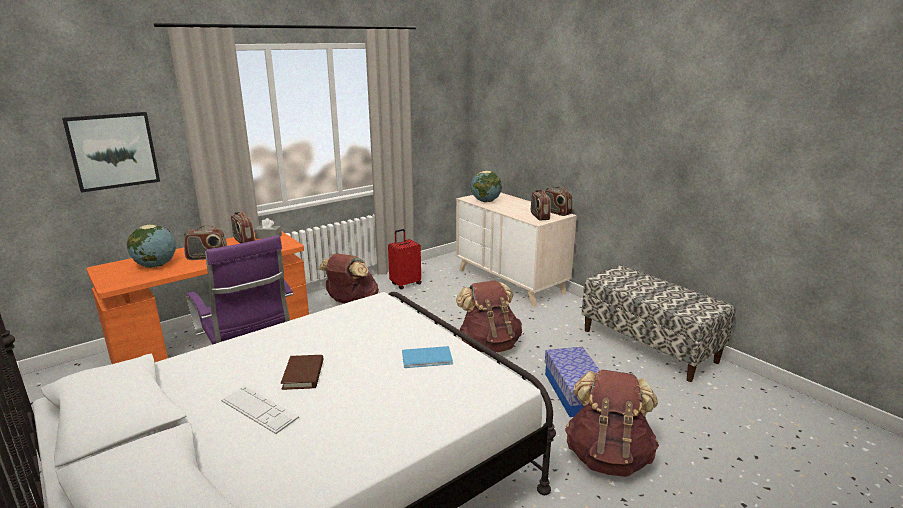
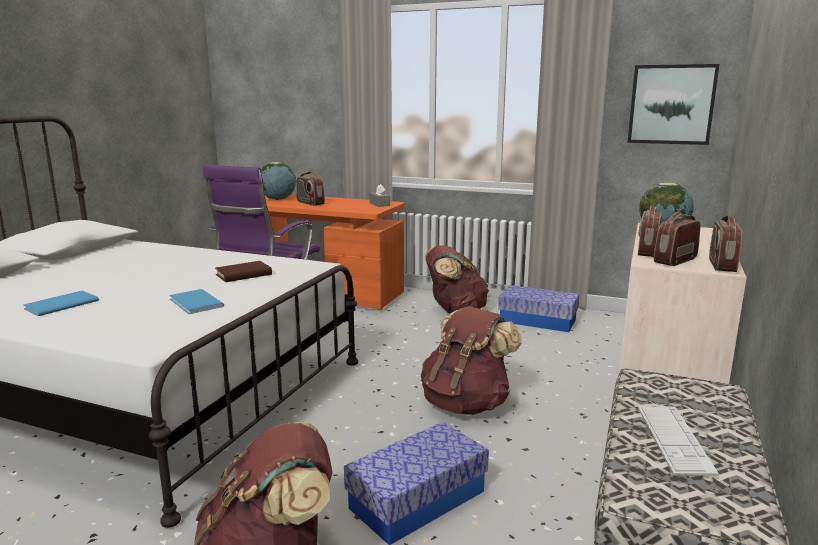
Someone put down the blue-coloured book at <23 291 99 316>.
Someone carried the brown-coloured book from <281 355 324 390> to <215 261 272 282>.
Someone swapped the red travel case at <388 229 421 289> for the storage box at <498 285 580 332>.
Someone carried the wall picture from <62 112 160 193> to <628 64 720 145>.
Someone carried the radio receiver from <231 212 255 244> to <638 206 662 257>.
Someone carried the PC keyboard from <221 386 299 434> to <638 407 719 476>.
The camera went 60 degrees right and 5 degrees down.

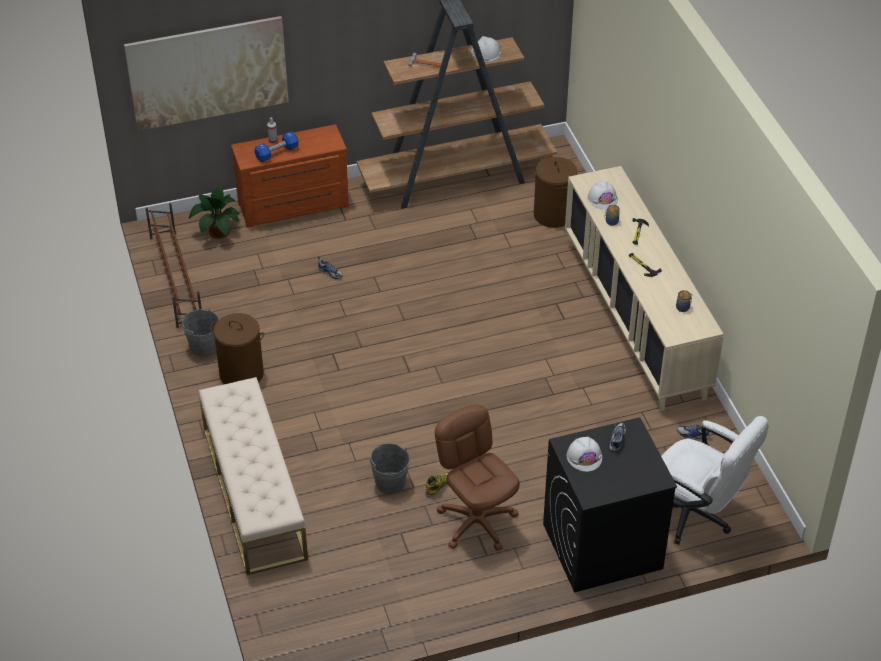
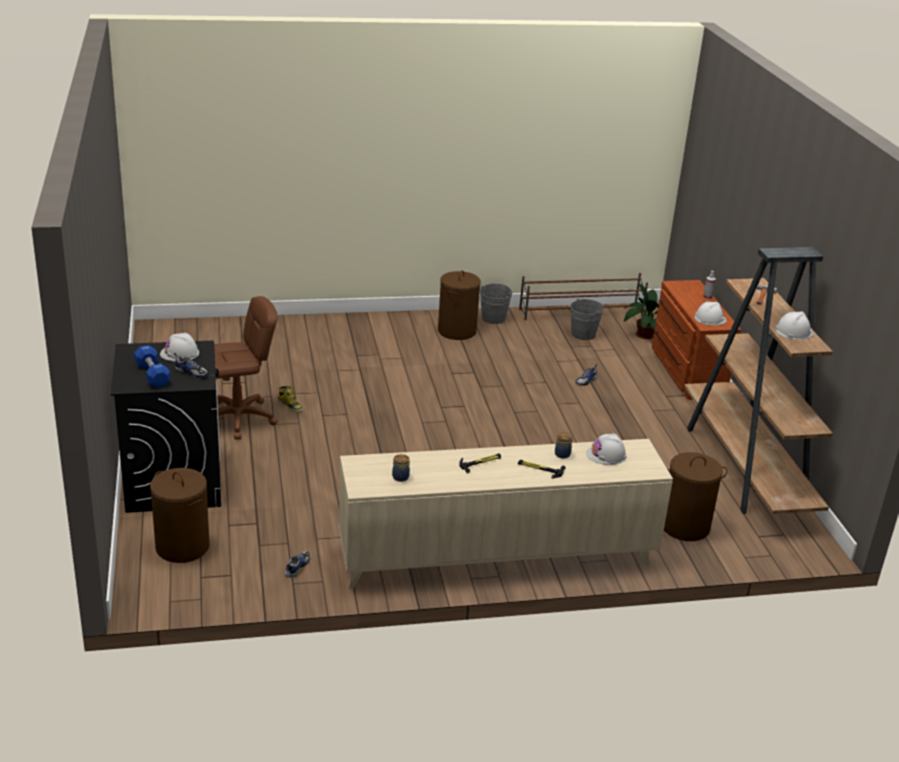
Someone carried the blue-coloured free weight from <255 131 298 162> to <134 345 170 388>.
Someone swapped the white-coloured computer chair at <661 416 769 545> for the brown-coloured washing basket at <150 468 210 563>.
Someone carried the grey water bucket from <369 443 410 494> to <570 299 604 340>.
Someone put down the white-coloured hard hat at <695 302 727 325>.
Someone took away the wall picture at <124 16 289 131>.
Someone took away the beige-coloured long seat at <199 377 308 575>.
The camera went 95 degrees right and 15 degrees down.

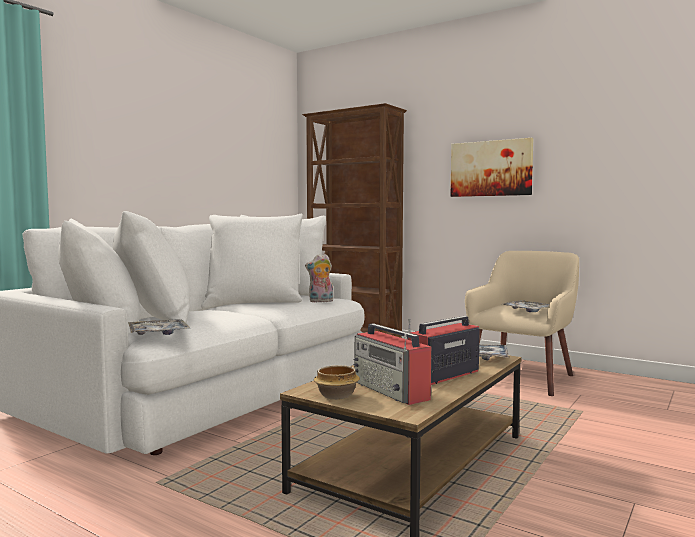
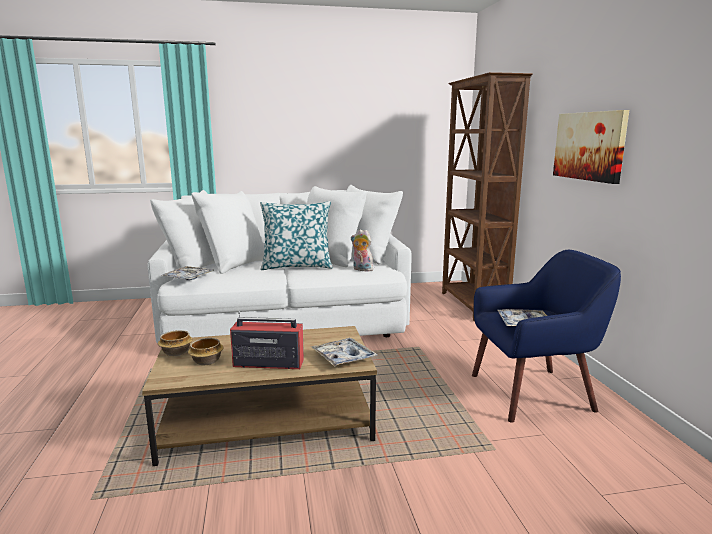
Someone swapped the radio receiver at <353 323 432 405> for the serving bowl at <188 338 224 365>.
Someone put down the throw pillow at <260 201 333 270>.
Someone repainted the beige-coloured lounge chair at <465 251 579 396>, which became the blue-coloured lounge chair at <472 250 621 423>.
The camera went 45 degrees right and 10 degrees up.

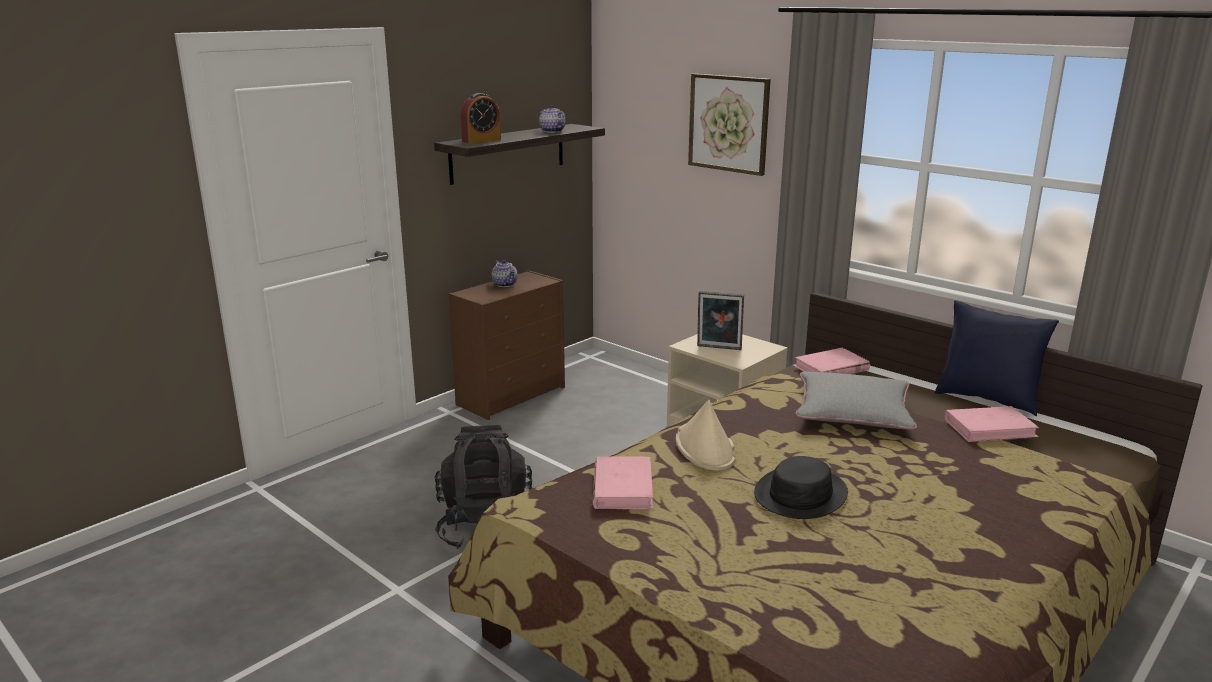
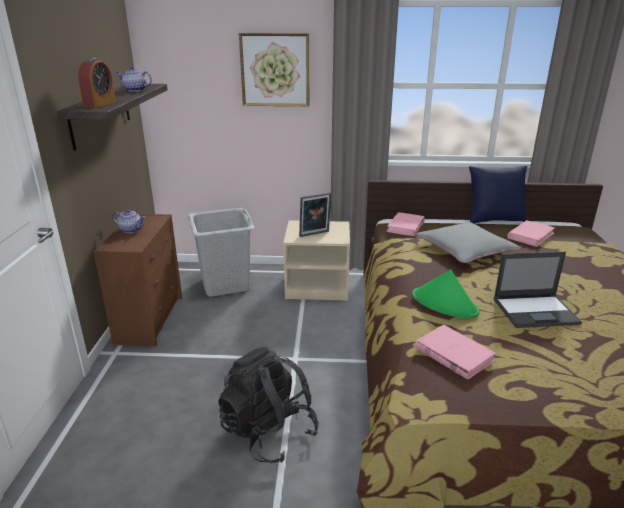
Someone put down the grey washing basket at <188 208 255 297>.
Someone repainted the beige-coloured wearable hat at <676 400 736 471>, which became the green-coloured wearable hat at <412 269 479 318>.
Someone swapped the black wearable hat at <754 456 848 519> for the laptop at <493 252 582 328>.
The camera went 40 degrees left and 5 degrees up.

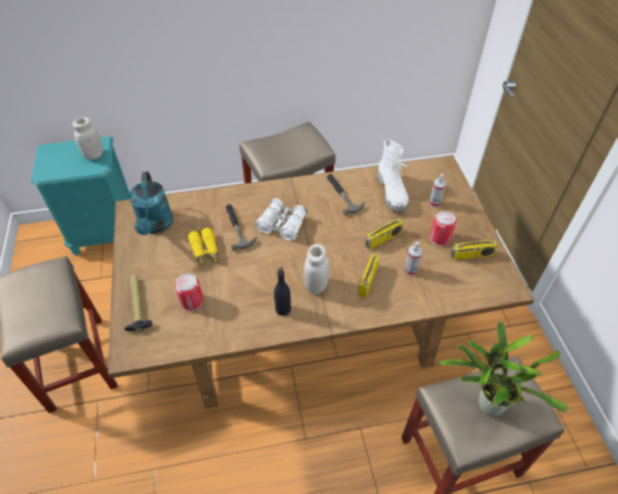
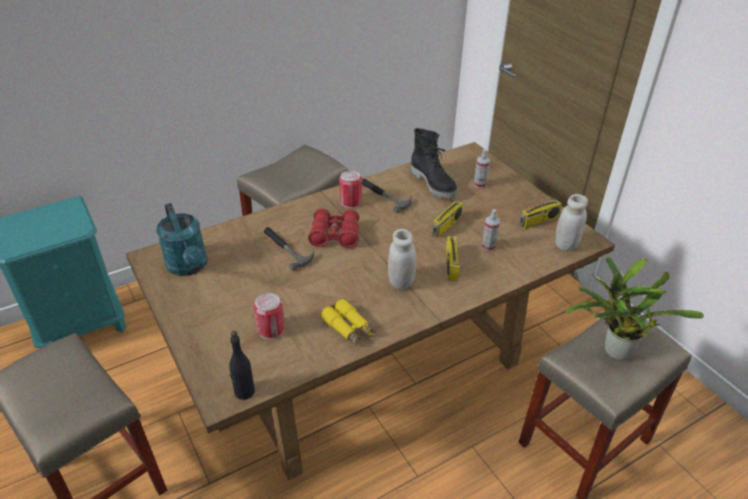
Someone carried the black bottle from <274 267 291 316> to <229 331 255 400>.
Someone repainted the white-coloured binoculars at <255 198 308 241>, which became the red binoculars at <308 209 359 248>.
Someone carried the yellow-coloured binoculars from <187 227 220 267> to <320 298 376 346>.
Someone carried the can from <430 211 456 246> to <339 170 362 208>.
Someone repainted the white-coloured boot at <378 139 409 212>, which became the black boot at <411 128 457 199>.
Someone carried the white-coloured jar from <72 117 103 160> to <556 194 588 251>.
Someone took away the hammer at <124 274 152 332>.
The camera went 20 degrees left and 10 degrees down.

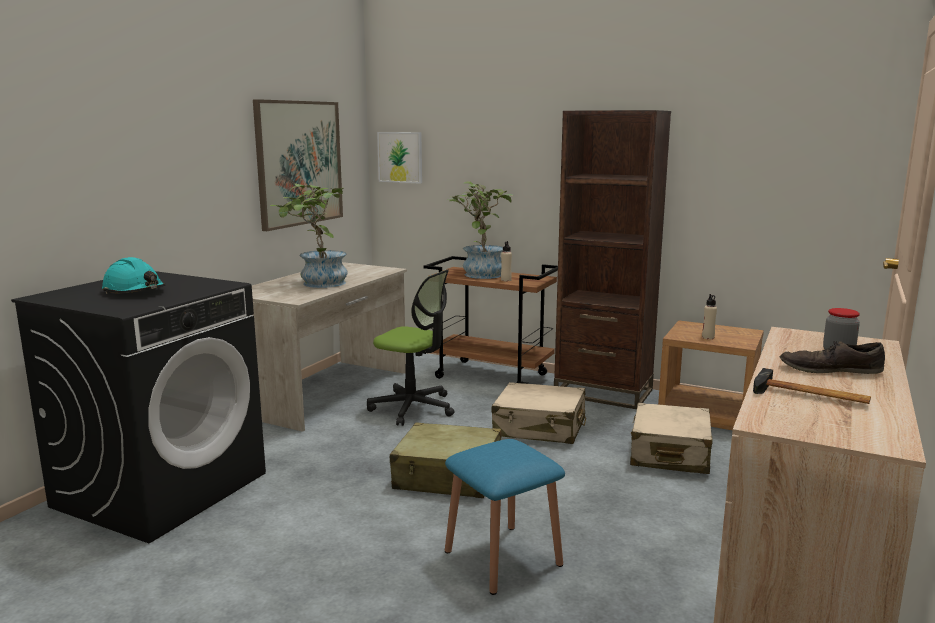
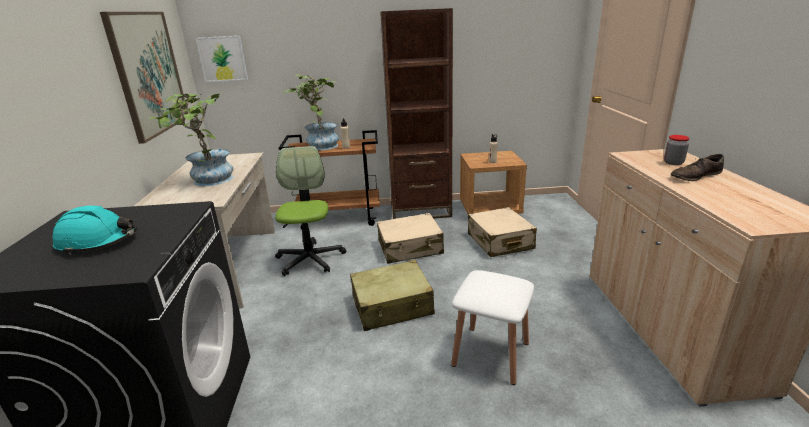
Someone rotated the computer chair at <367 269 454 426> by 90 degrees counterclockwise.
Someone repainted the blue-coloured stool seat at <445 439 565 595>, which became the white-coloured stool seat at <451 270 534 385>.
Someone took away the hammer at <753 368 871 404>.
The camera went 30 degrees left and 10 degrees up.

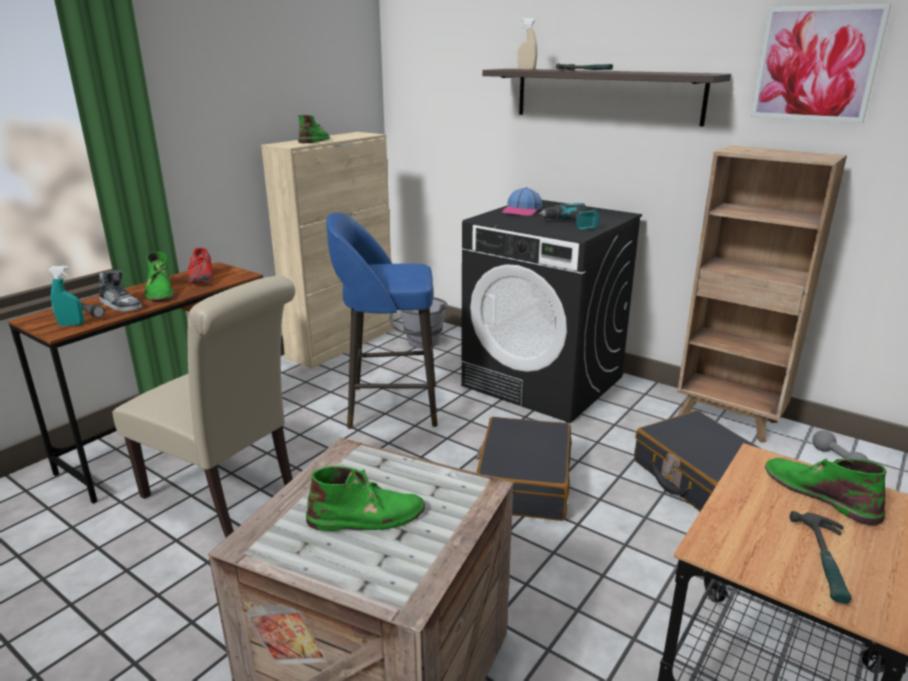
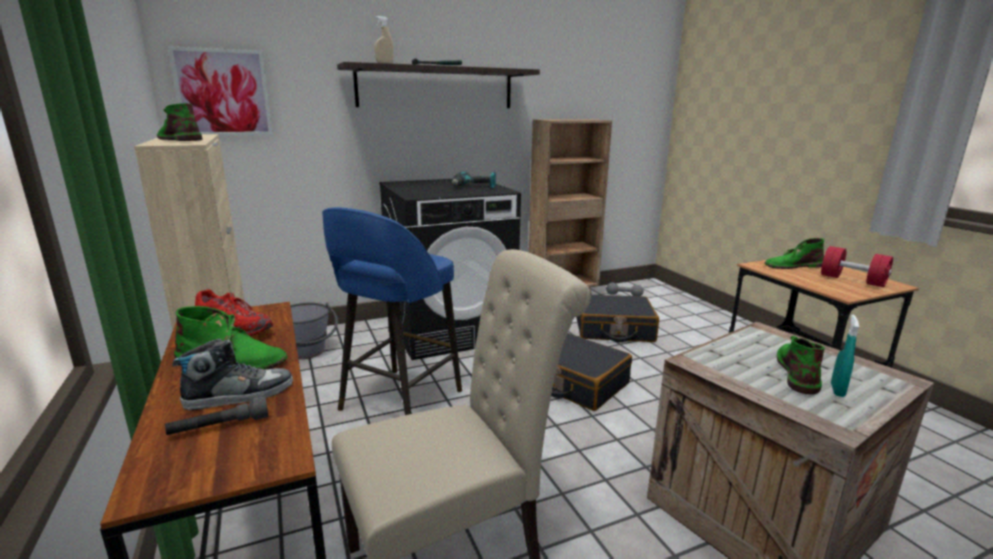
Someone carried the wall picture from <751 4 891 123> to <167 46 273 136>.
Someone swapped the hammer at <790 511 852 604> for the red free weight at <821 246 893 287>.
Someone carried the turquoise hand sprayer from <48 265 84 326> to <831 315 859 397>.
Someone took away the peaked cap at <502 187 542 216>.
The camera went 60 degrees left and 5 degrees down.

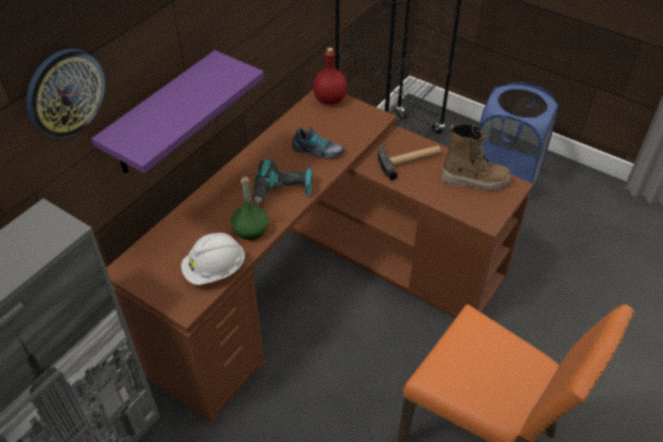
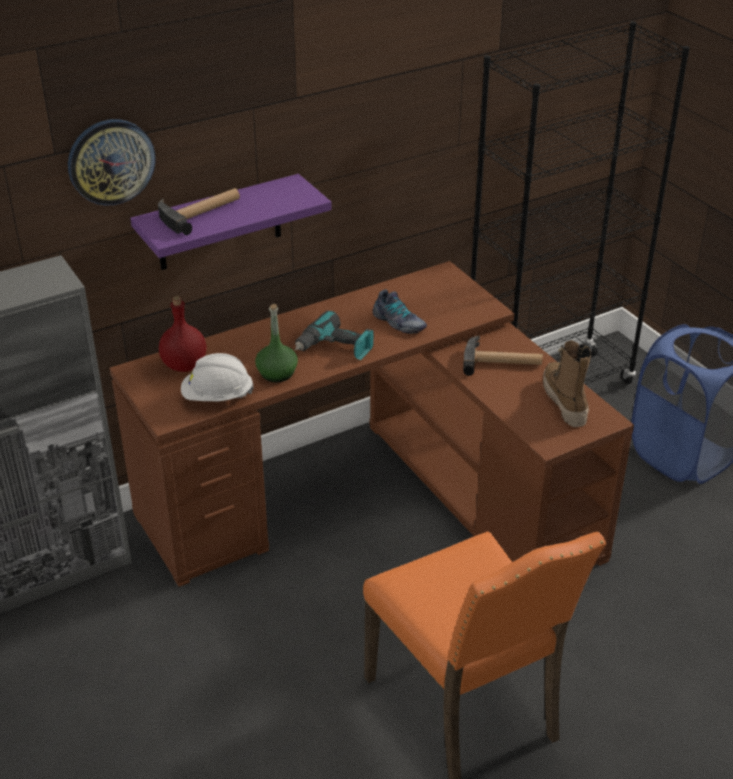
Someone put down the hammer at <158 188 240 235>.
Someone carried the red bottle from <313 47 347 105> to <159 296 206 372>.
Someone rotated the boot at <442 124 511 191> by 135 degrees counterclockwise.
The camera went 25 degrees right and 10 degrees down.

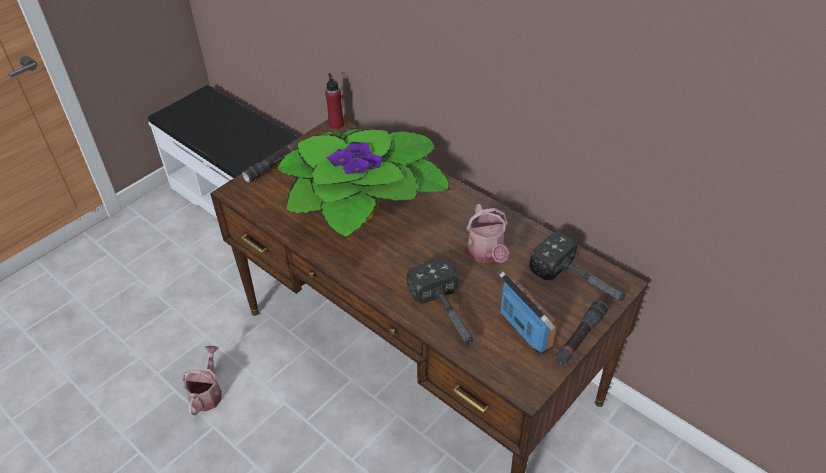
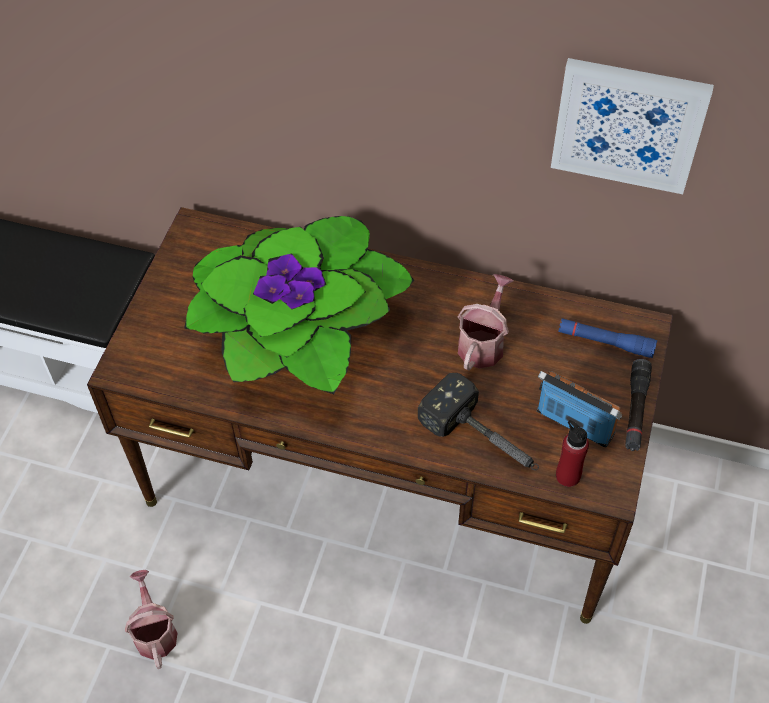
Someone rotated the sprinkling can at <466 204 509 263> by 120 degrees counterclockwise.
Someone put up the wall picture at <551 58 714 194>.
Someone carried the red bottle from <325 73 344 129> to <556 420 589 487>.
Someone swapped the hammer at <529 232 630 302> for the blue-coloured torch at <558 318 657 358>.
Someone took away the black torch at <242 141 298 183>.
The camera went 25 degrees left and 10 degrees up.

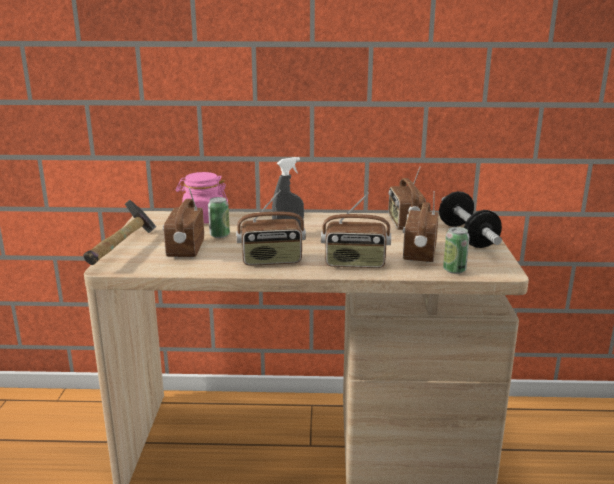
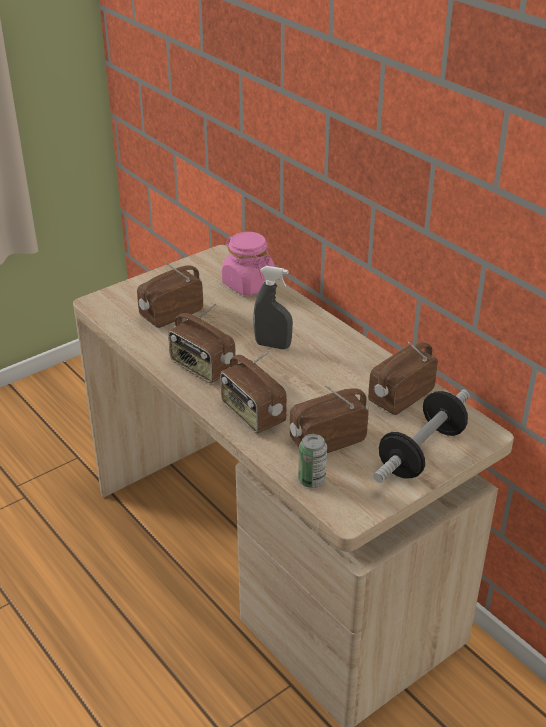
Someone took away the hammer at <83 200 156 265>.
Someone took away the can at <208 197 230 238>.
The camera went 50 degrees right and 15 degrees up.

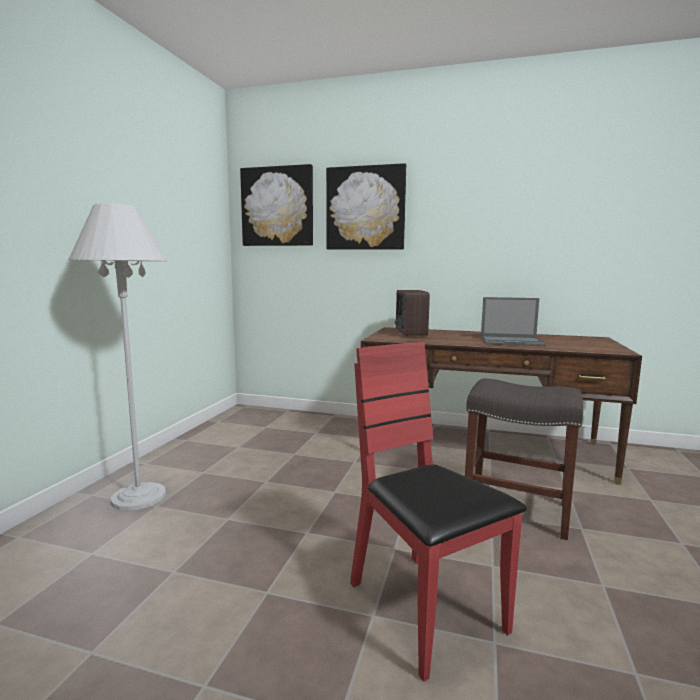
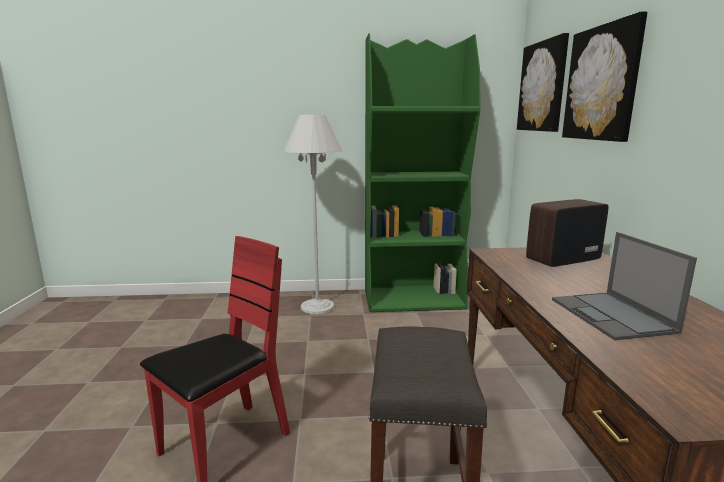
Someone put down the green-coloured shelving unit at <365 33 481 312>.
The camera went 70 degrees right and 5 degrees up.

